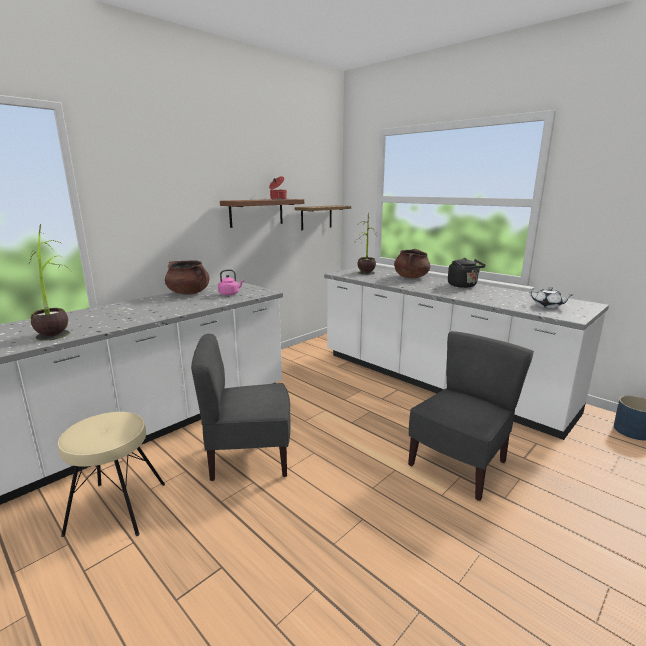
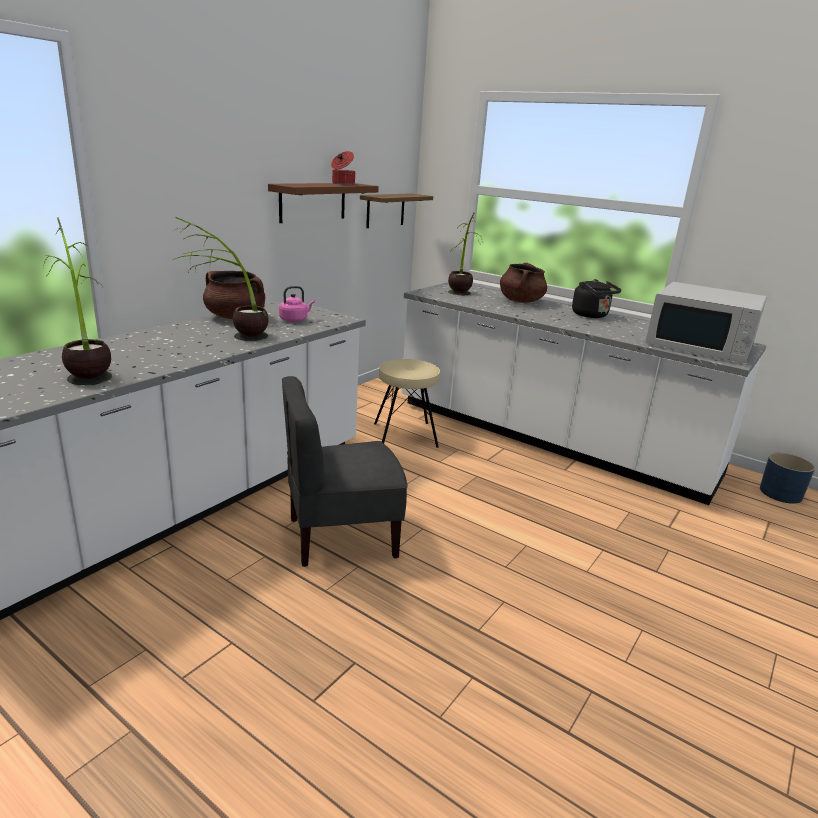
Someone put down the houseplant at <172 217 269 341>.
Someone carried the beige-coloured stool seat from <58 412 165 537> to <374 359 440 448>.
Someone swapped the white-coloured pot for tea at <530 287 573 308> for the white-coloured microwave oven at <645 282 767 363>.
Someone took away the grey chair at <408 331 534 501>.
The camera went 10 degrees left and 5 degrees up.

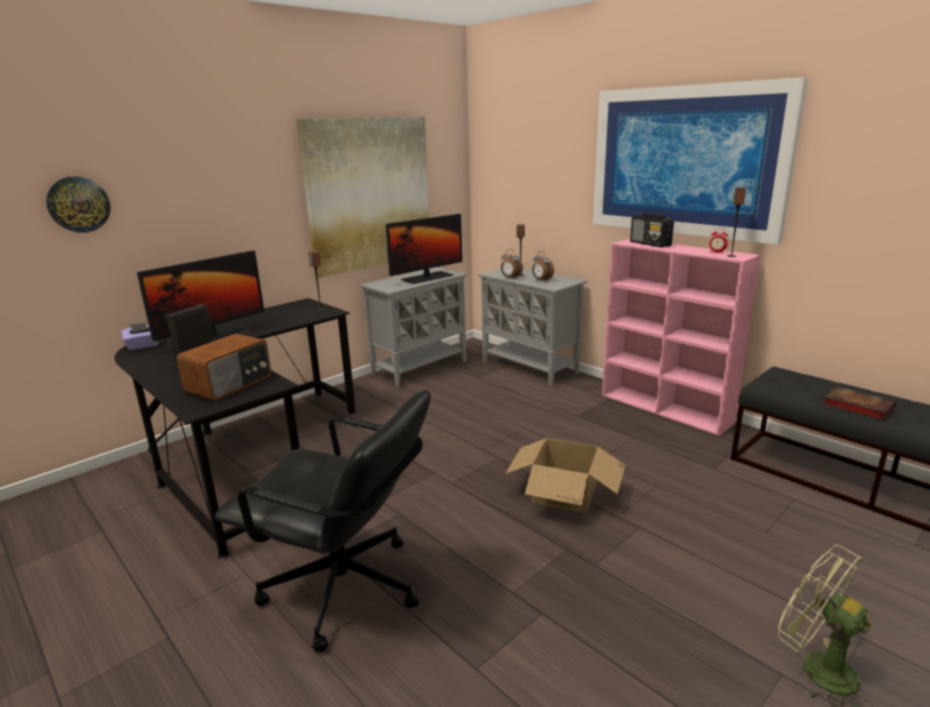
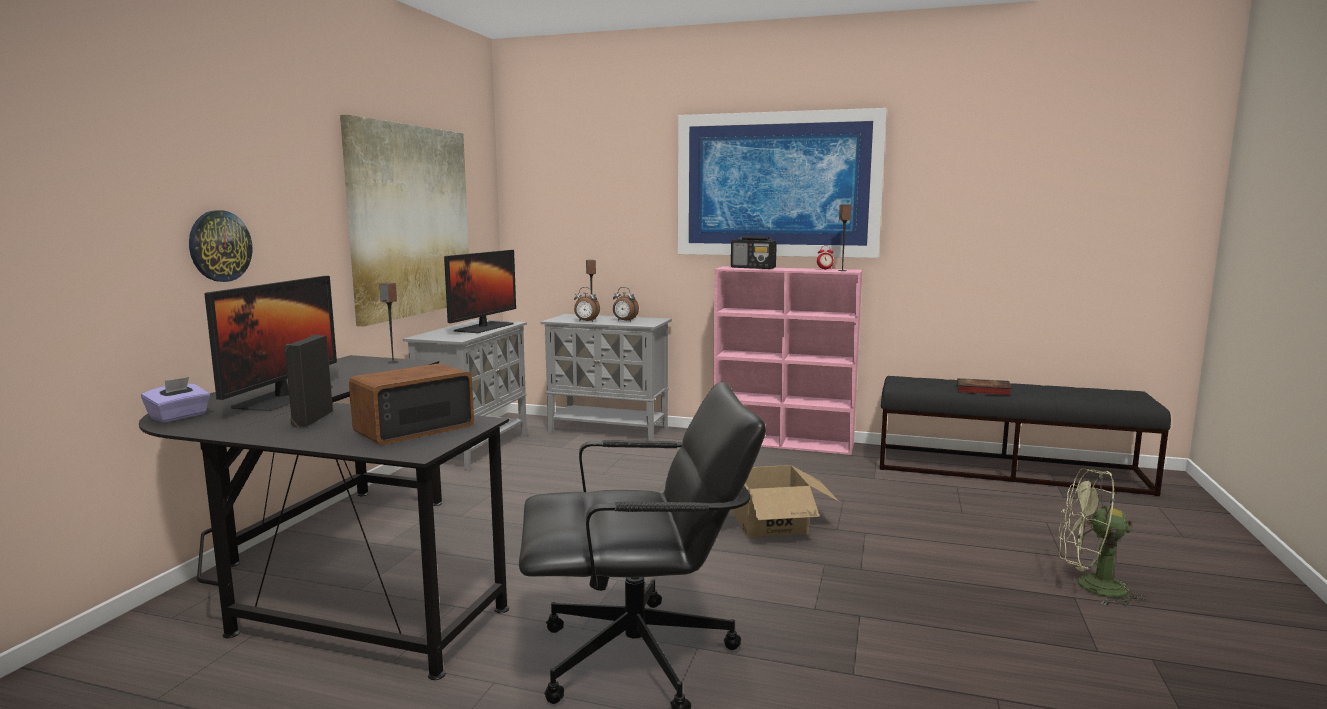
Someone carried the wall clock from <46 176 111 233> to <189 210 252 282>.
Someone rotated the radio receiver at <177 334 271 401> by 135 degrees counterclockwise.
The camera went 30 degrees left and 10 degrees down.

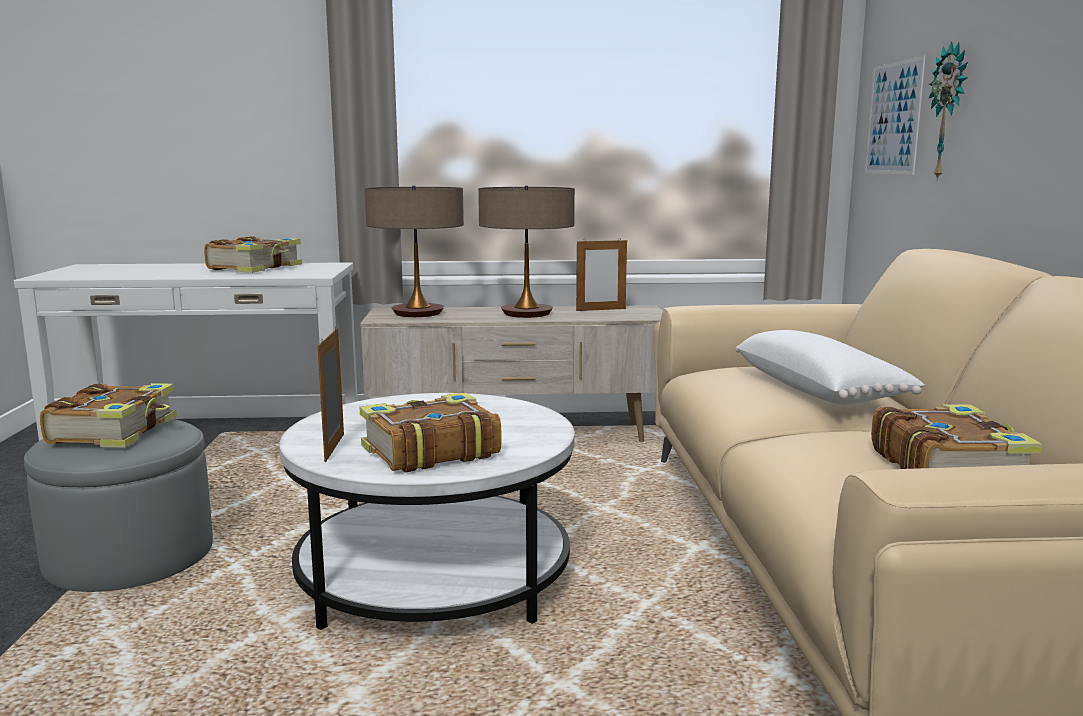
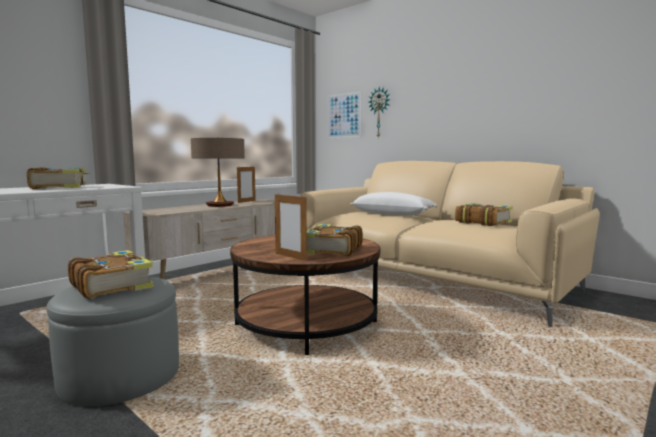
Someone repainted the white-coloured low table at <279 393 574 630>, which became the brown-coloured low table at <230 235 380 355>.
Someone took away the tabletop lamp at <365 186 464 317>.
The camera went 45 degrees left and 5 degrees down.

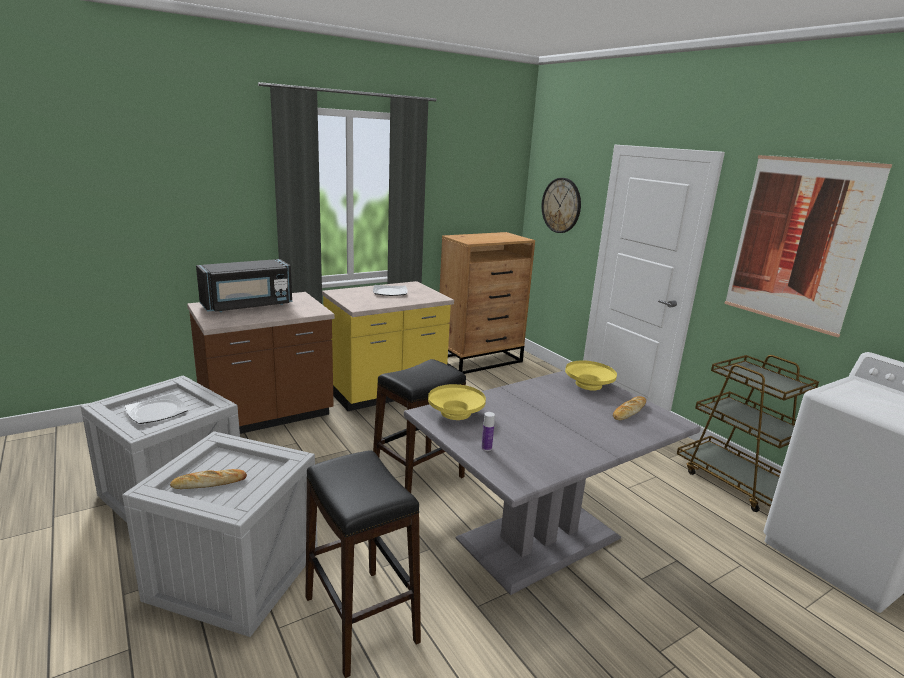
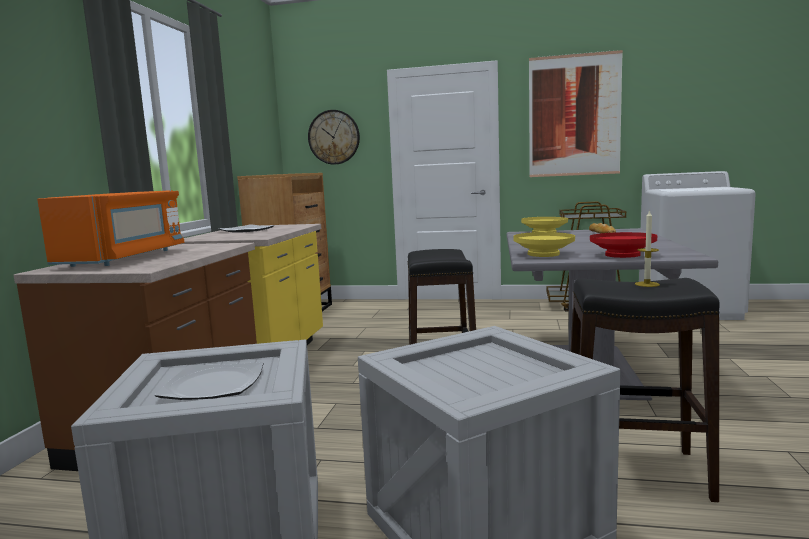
Someone repainted the black microwave oven at <196 259 292 312>, which became the orangey microwave oven at <37 190 184 267>.
Someone swapped the bottle at <482 412 495 451> for the red serving bowl at <590 232 657 258>.
Someone put down the wax candle at <635 210 660 287>.
Someone took away the bread at <170 469 247 489>.
The camera went 45 degrees left and 10 degrees down.

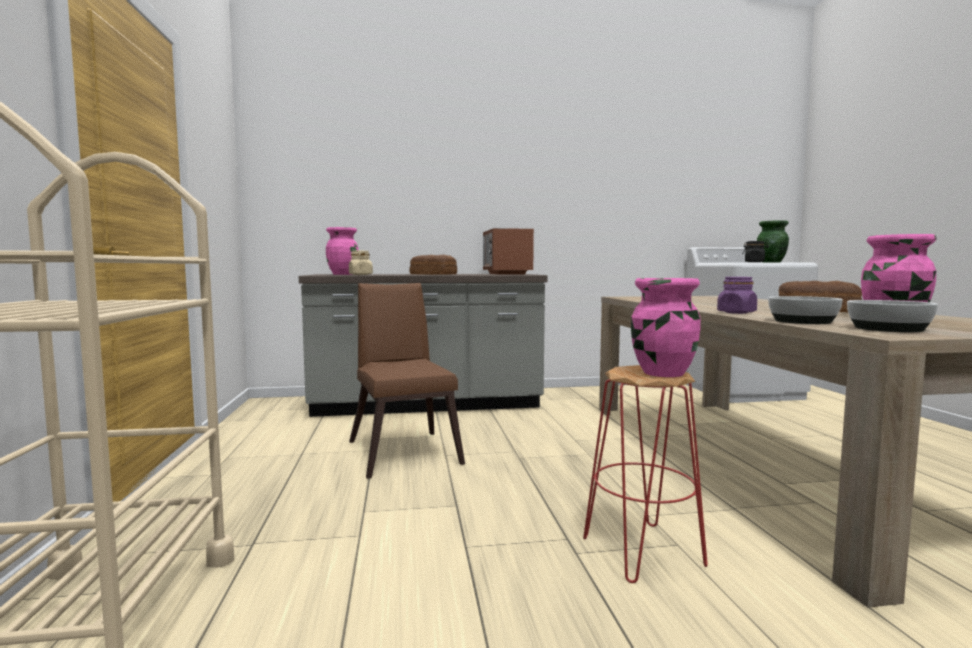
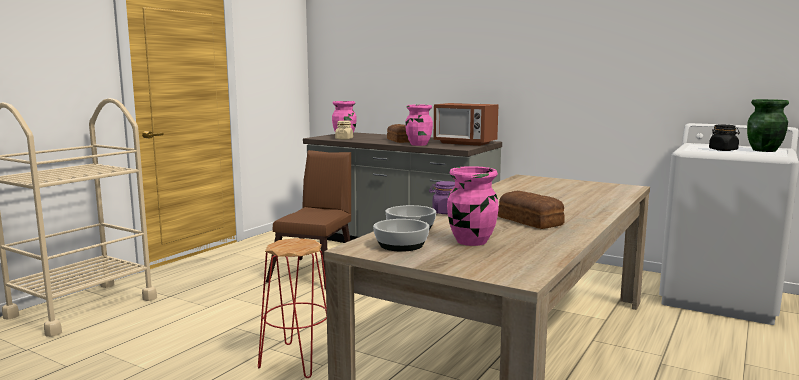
Someone carried the pink-coloured flower vase from <631 278 701 377> to <405 105 433 146>.
Someone rotated the microwave oven at <483 228 534 275> by 90 degrees counterclockwise.
The camera went 40 degrees right and 5 degrees up.

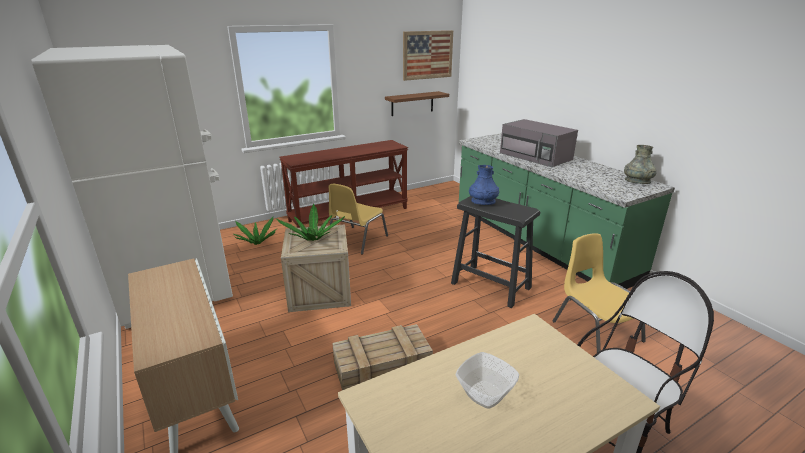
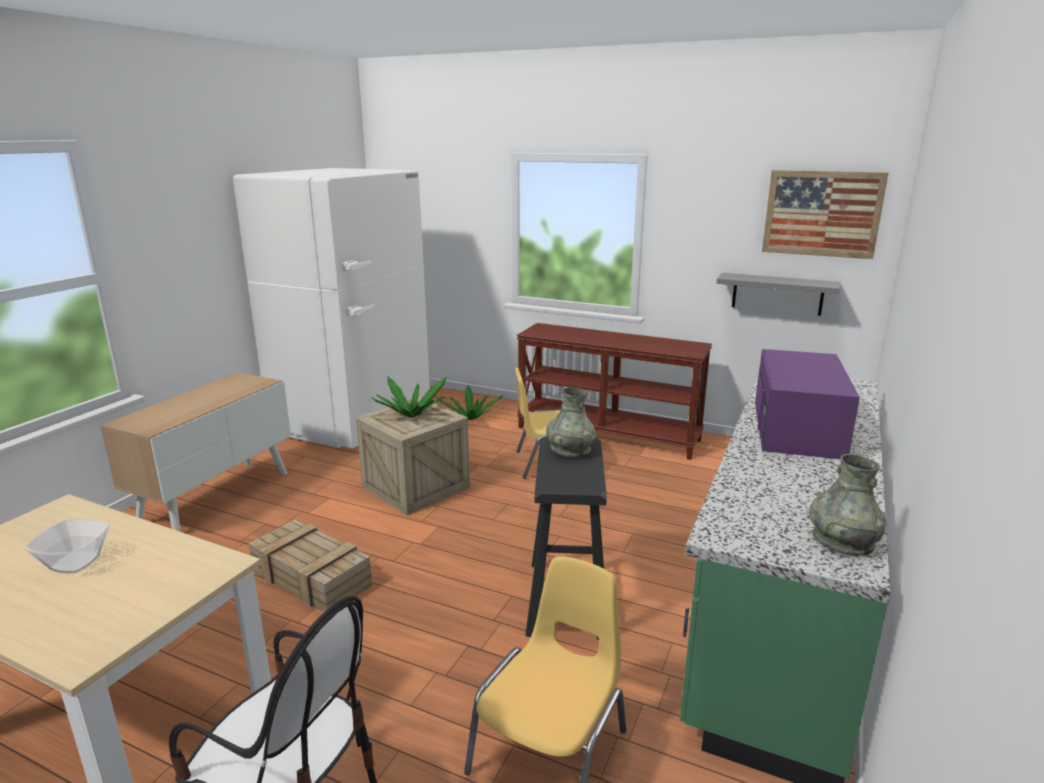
Someone repainted the blue-coloured flower vase at <469 165 499 205>, which became the grey flower vase at <546 387 595 457>.
Someone repainted the brown-coloured wall shelf at <385 91 449 116>, which became the grey wall shelf at <716 273 841 316>.
Someone repainted the grey microwave oven at <500 119 578 167>, which became the purple microwave oven at <755 349 860 459>.
The camera went 55 degrees right and 5 degrees down.

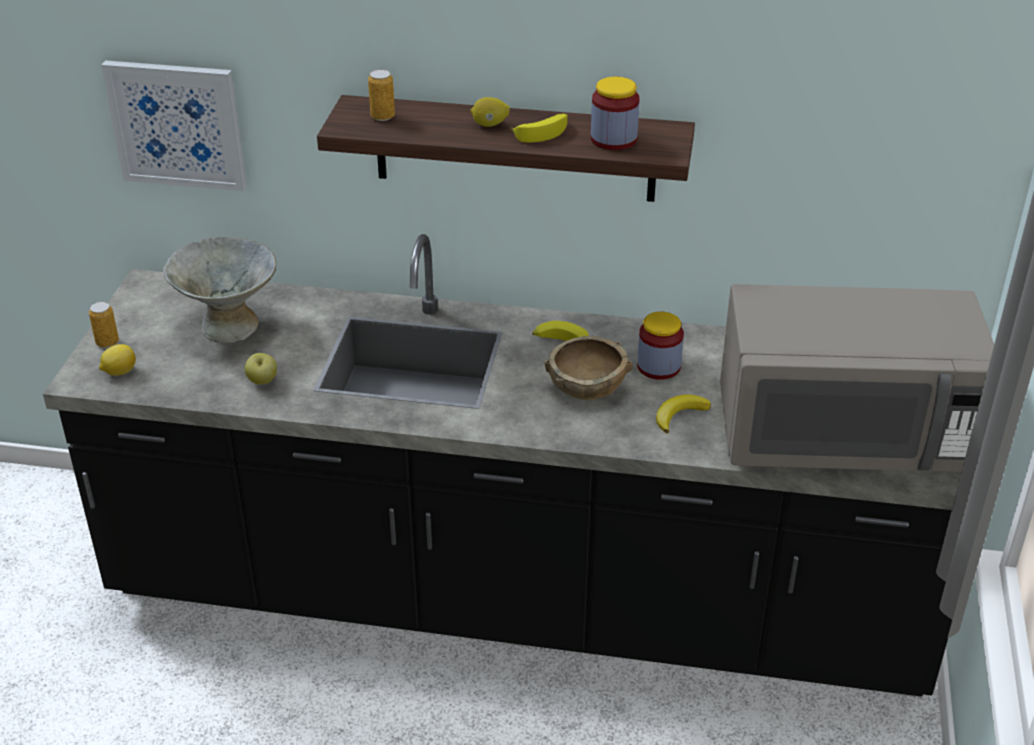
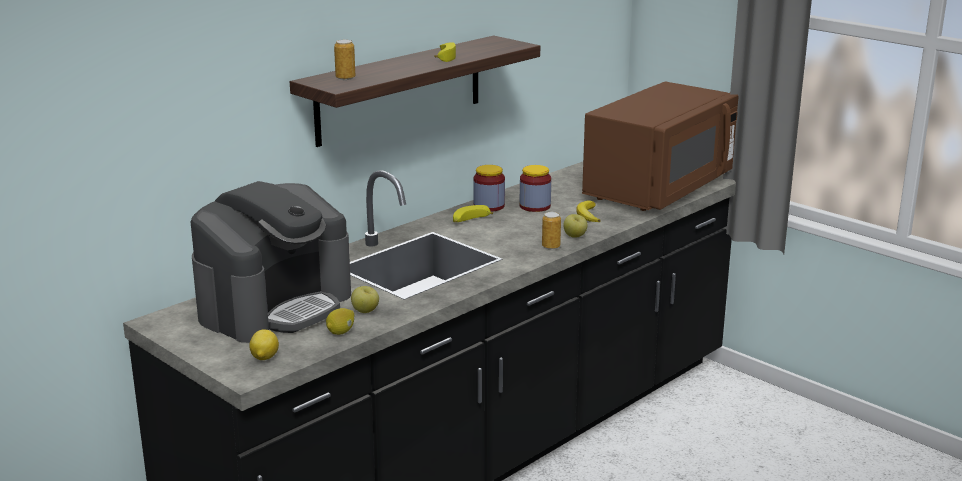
Someone swapped the grey serving bowl at <163 237 276 343> for the coffee brewer at <191 181 351 343>.
Someone carried the lemon from <470 97 510 127> to <326 308 354 335>.
Someone carried the jar from <591 77 640 150> to <473 165 505 212>.
Someone carried the can from <89 301 119 348> to <542 212 561 250>.
Someone put down the apple fruit at <563 214 587 238>.
Someone repainted the grey microwave oven at <720 284 994 472>, which became the brown-coloured microwave oven at <582 81 739 211>.
Someone took away the wall picture at <101 60 247 191>.
Someone took away the brown-coloured serving bowl at <544 336 633 400>.
The camera went 55 degrees left and 15 degrees down.

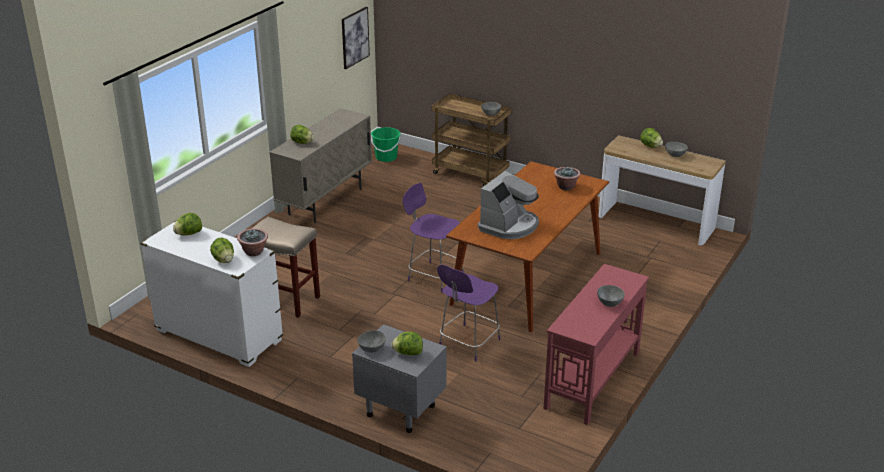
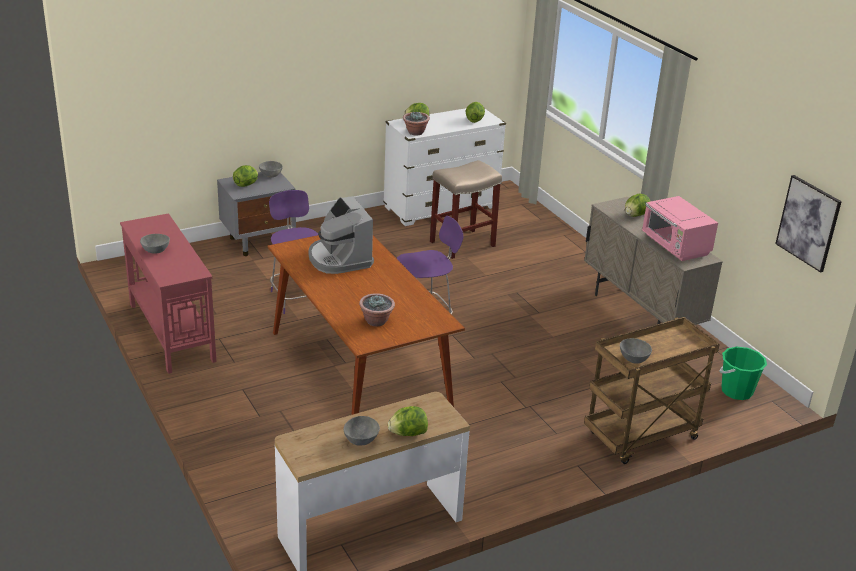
Someone put down the pink-coloured microwave oven at <642 196 718 261>.
The camera went 120 degrees right and 0 degrees up.

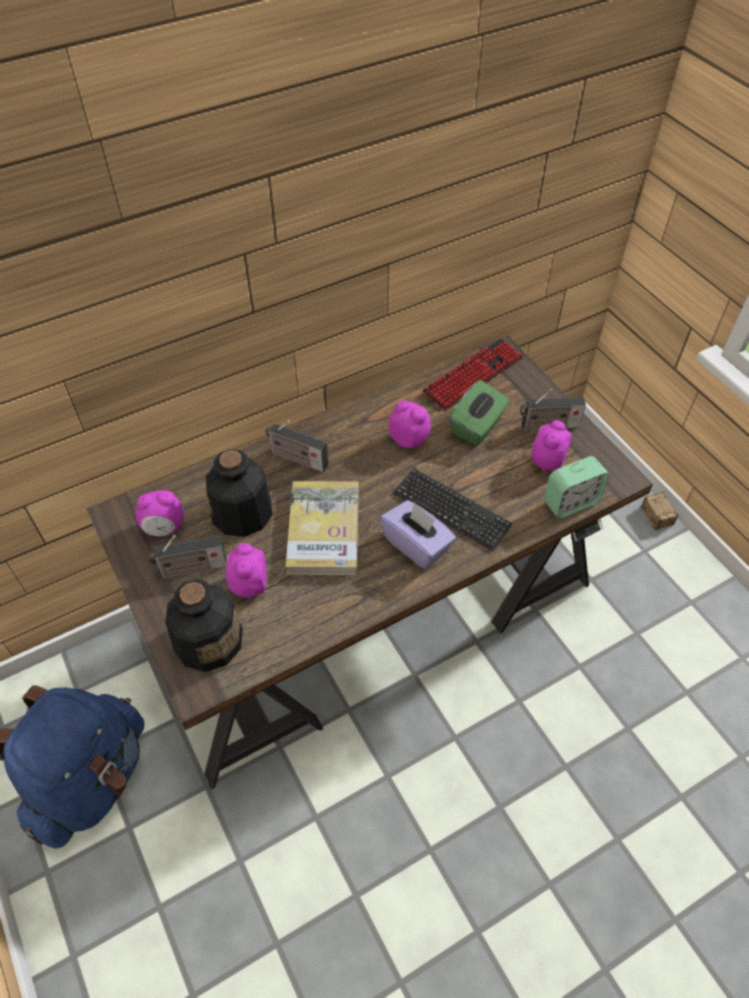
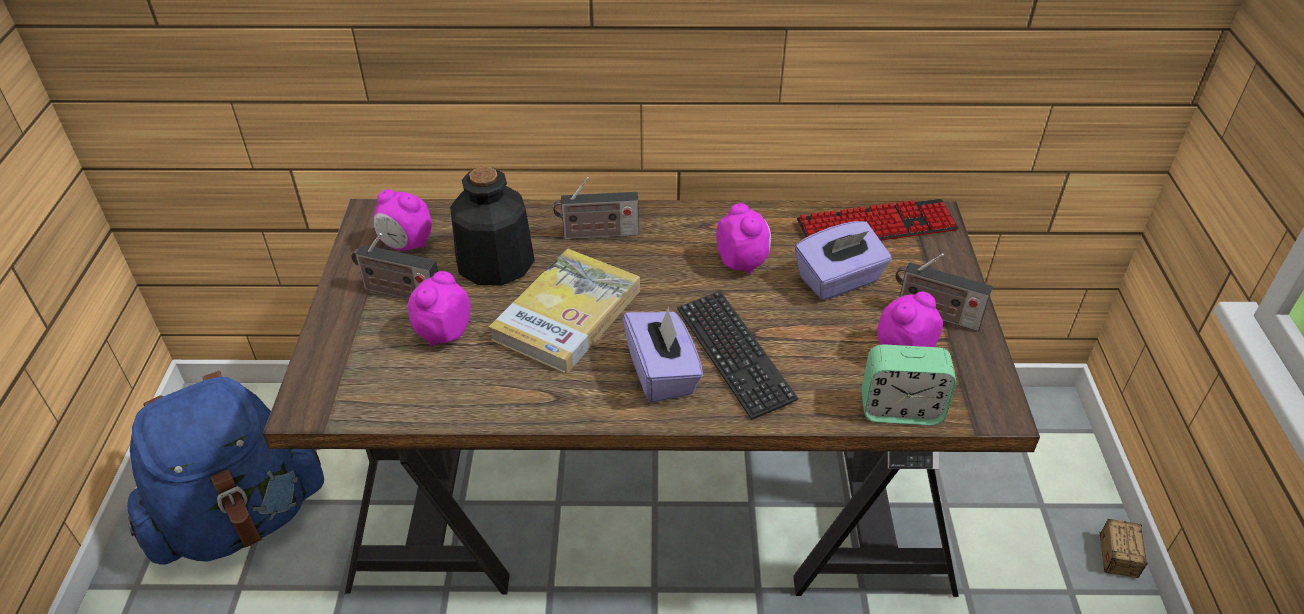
Someone rotated the radio receiver at <265 420 328 472> by 60 degrees counterclockwise.
Someone repainted the green-coloured tissue box at <449 380 510 446>, which became the purple tissue box at <795 221 892 300>.
Someone took away the bottle at <165 579 243 672>.
The camera went 30 degrees right and 10 degrees down.

